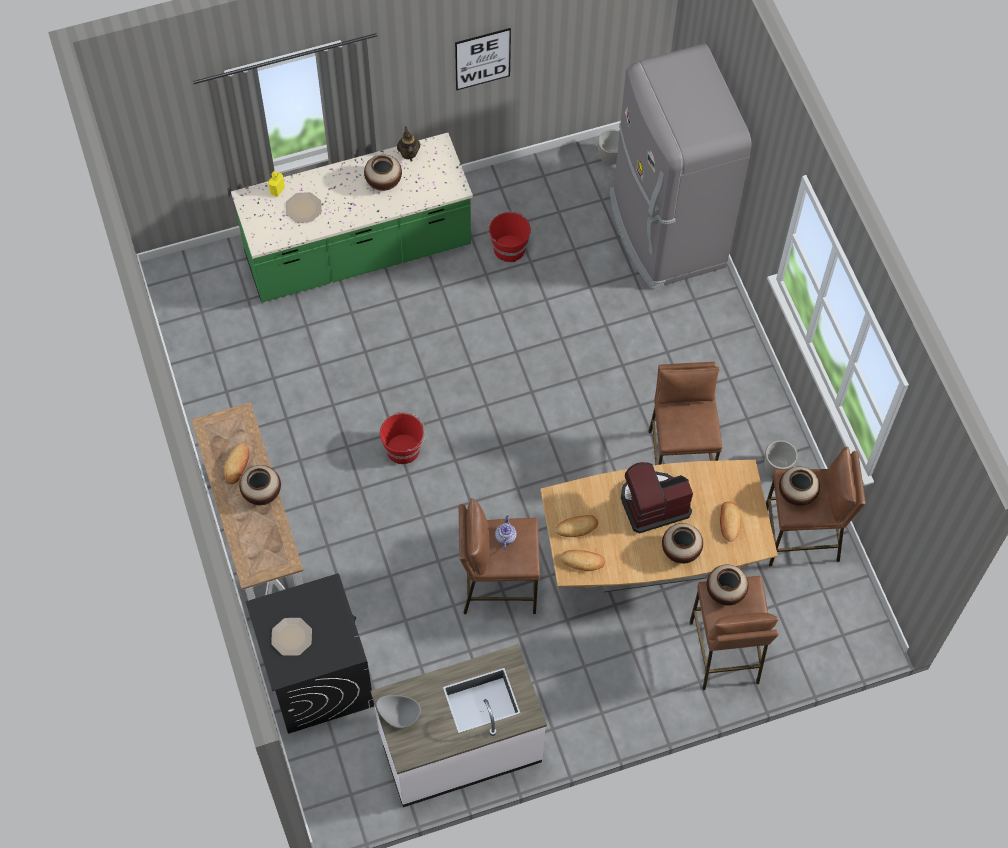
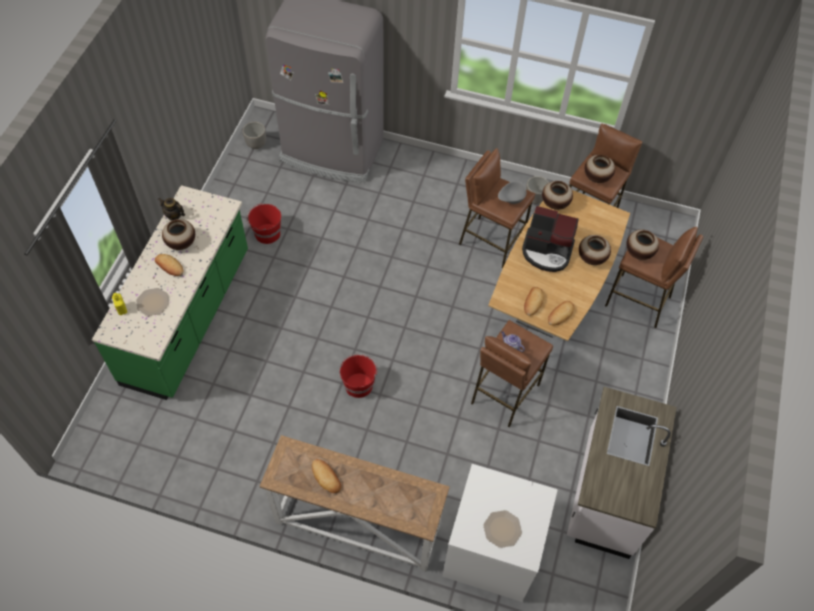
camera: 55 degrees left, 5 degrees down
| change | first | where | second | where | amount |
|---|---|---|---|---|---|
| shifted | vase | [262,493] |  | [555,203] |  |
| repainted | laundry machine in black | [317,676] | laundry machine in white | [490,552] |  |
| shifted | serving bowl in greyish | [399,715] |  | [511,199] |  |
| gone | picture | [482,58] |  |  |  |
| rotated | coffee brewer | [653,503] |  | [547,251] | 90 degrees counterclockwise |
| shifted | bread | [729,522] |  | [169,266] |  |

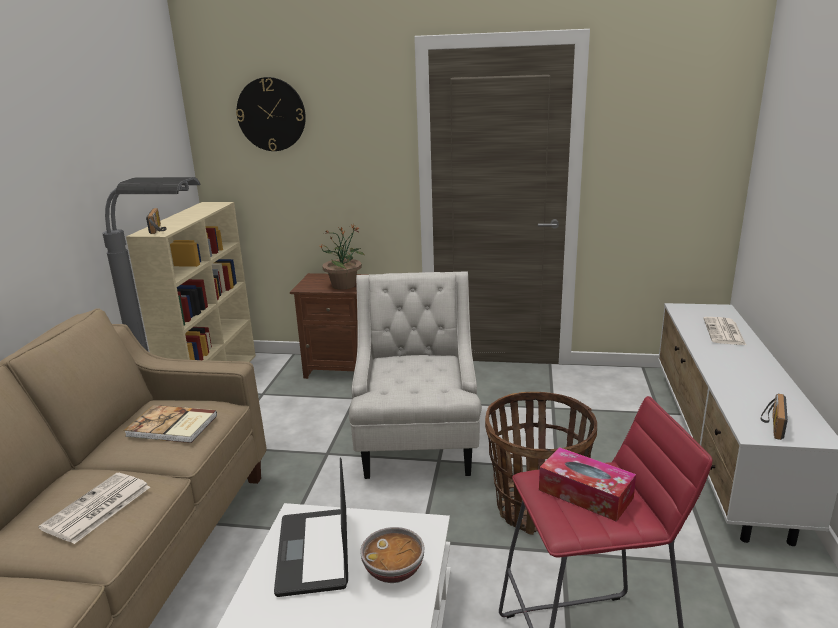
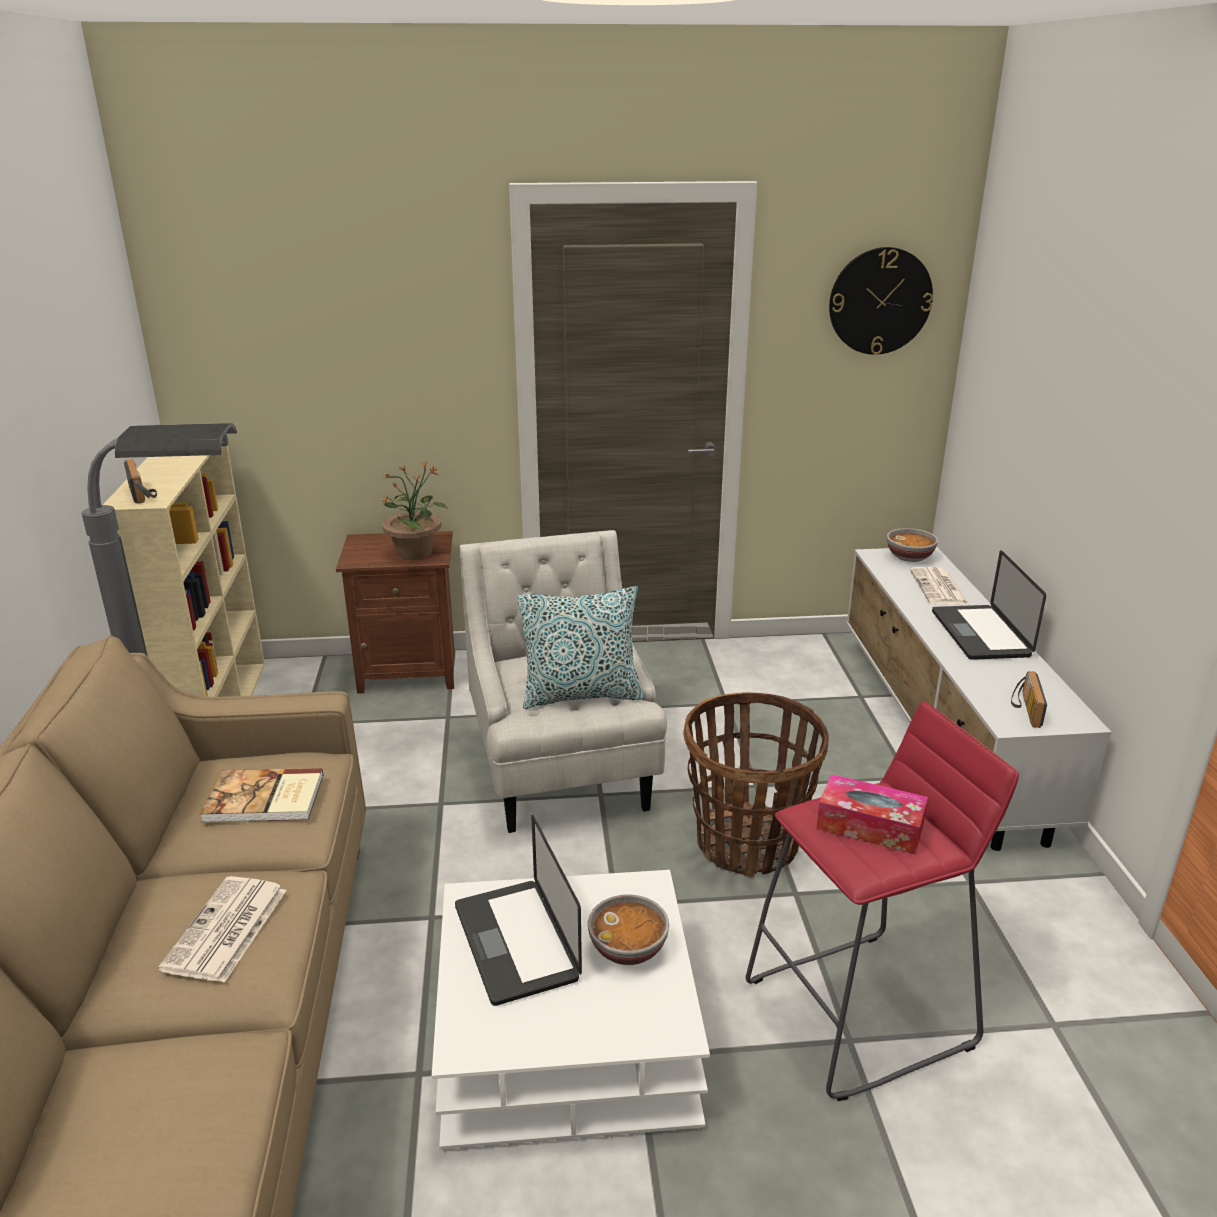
camera: 15 degrees left, 5 degrees up
| change | first | where | second | where | amount |
|---|---|---|---|---|---|
| shifted | wall clock | [271,114] |  | [880,301] |  |
| new |  |  | throw pillow | [581,695] |  |
| new |  |  | serving bowl | [910,557] |  |
| new |  |  | laptop | [980,634] |  |

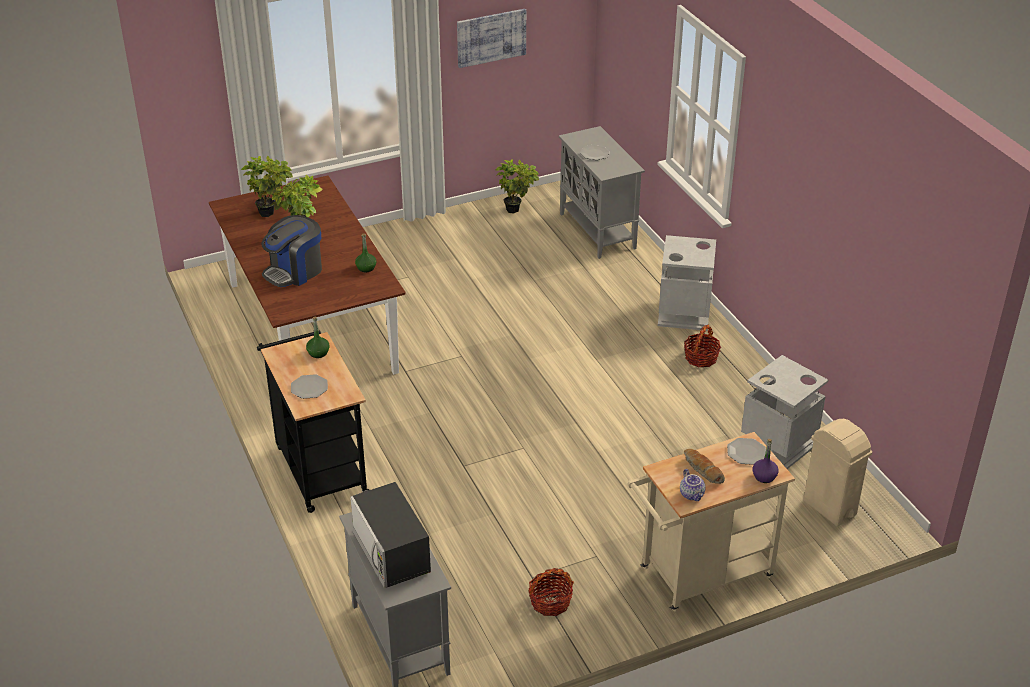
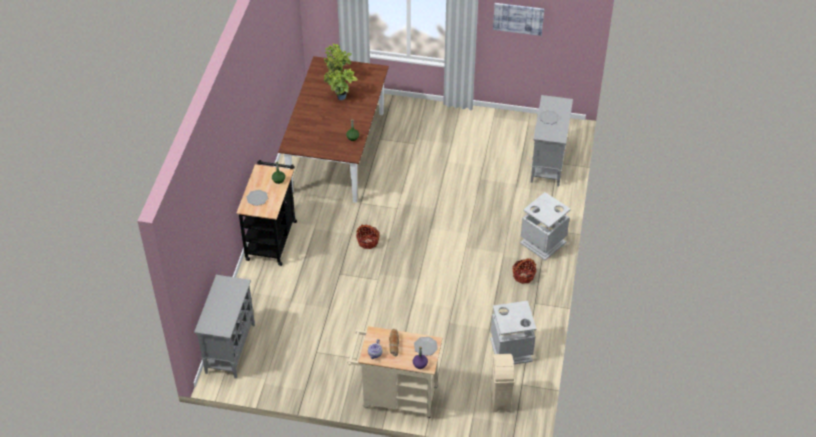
camera: 35 degrees right, 10 degrees up
| change | first | where | second | where | amount |
|---|---|---|---|---|---|
| gone | coffee brewer | [294,271] |  |  |  |
| gone | microwave oven | [392,553] |  |  |  |
| gone | potted plant | [516,210] |  |  |  |
| shifted | basket | [550,602] |  | [368,241] |  |

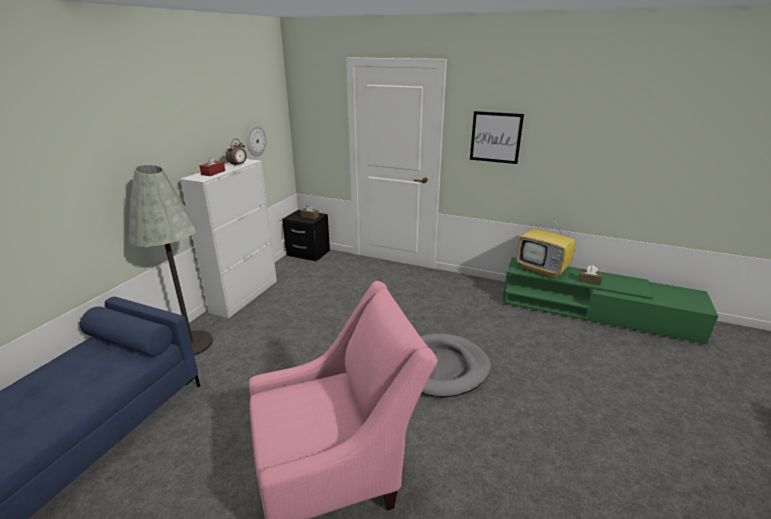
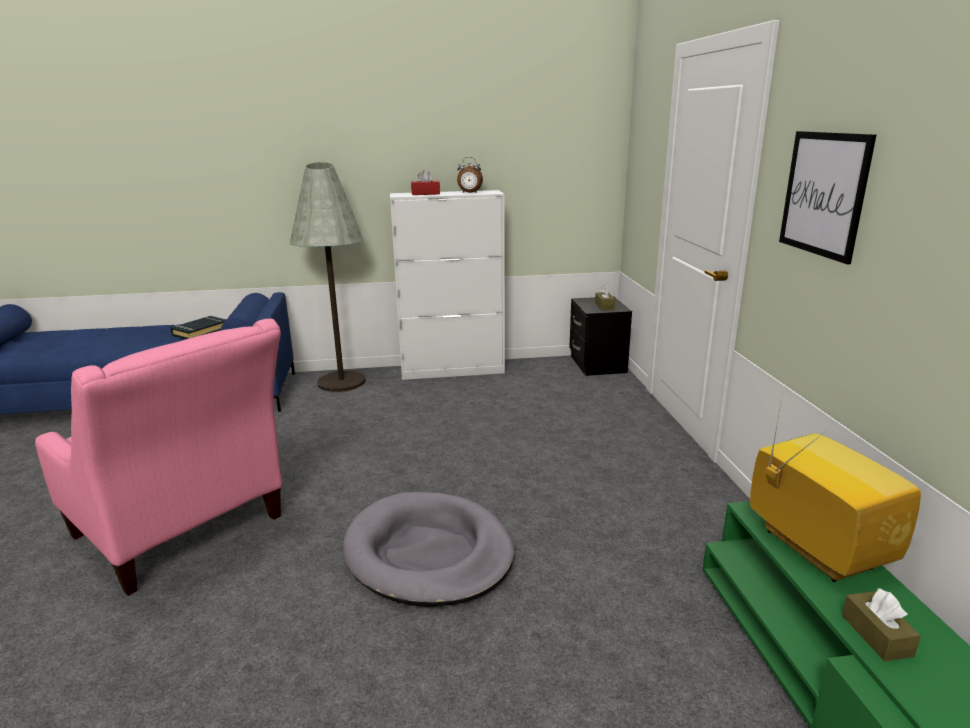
camera: 60 degrees right, 5 degrees down
| change | first | where | second | where | amount |
|---|---|---|---|---|---|
| gone | wall clock | [255,140] |  |  |  |
| rotated | TV set | [543,270] |  | [813,548] | 150 degrees clockwise |
| new |  |  | bound book in black | [200,331] |  |

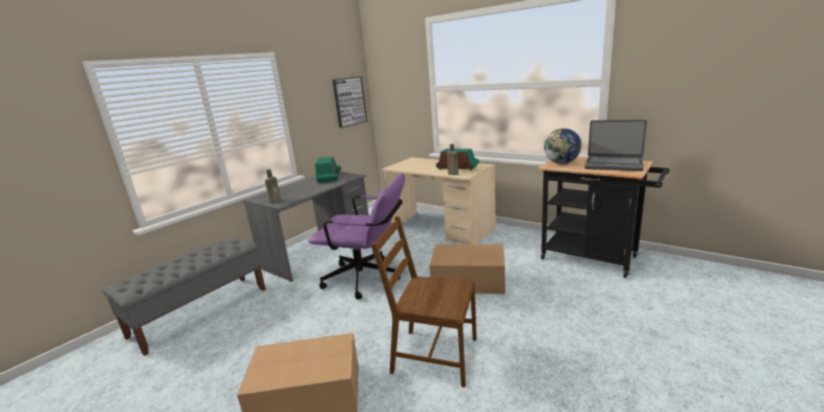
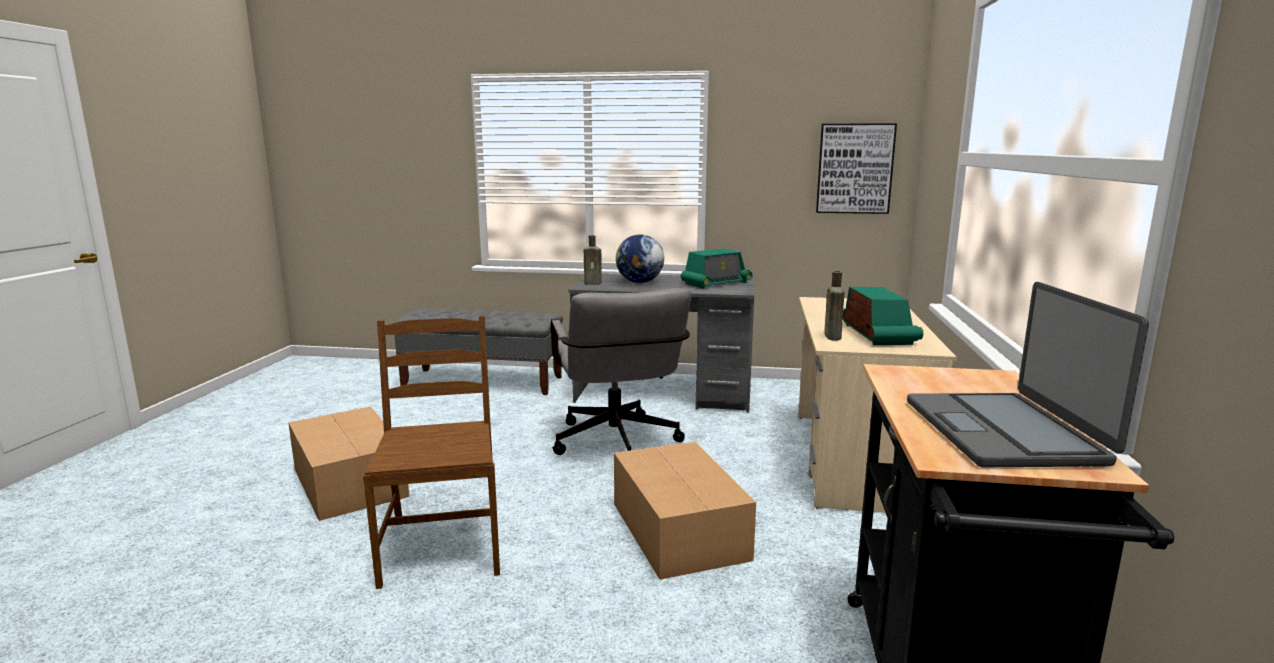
camera: 60 degrees right, 5 degrees down
| change | first | where | second | where | amount |
|---|---|---|---|---|---|
| repainted | office chair in purplish | [368,279] | office chair in greyish | [617,446] |  |
| shifted | world globe | [561,163] |  | [639,282] |  |

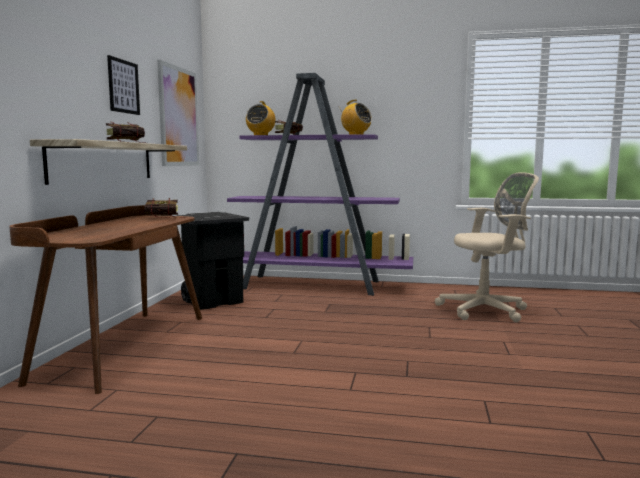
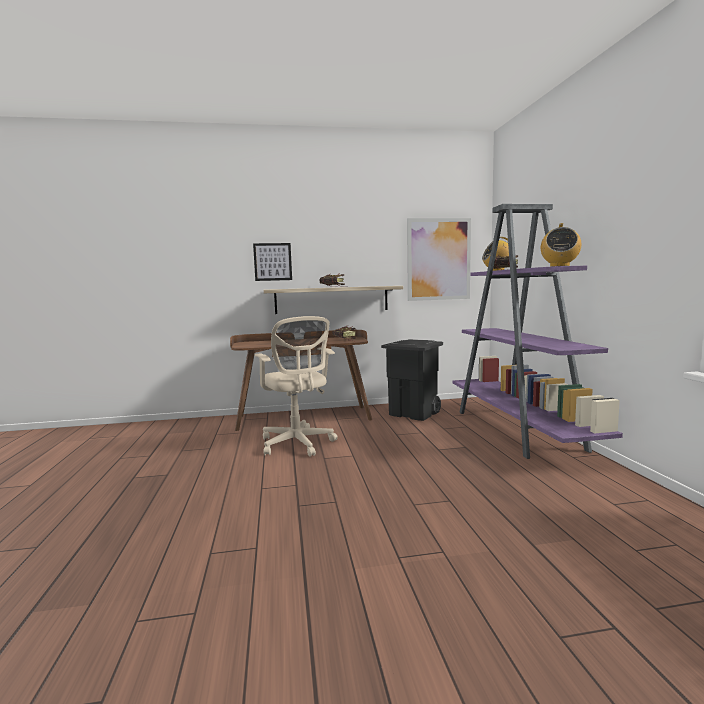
camera: 70 degrees right, 0 degrees up
| change | first | where | second | where | amount |
|---|---|---|---|---|---|
| shifted | picture | [123,86] |  | [272,262] |  |
| shifted | office chair in beige | [487,310] |  | [298,444] |  |

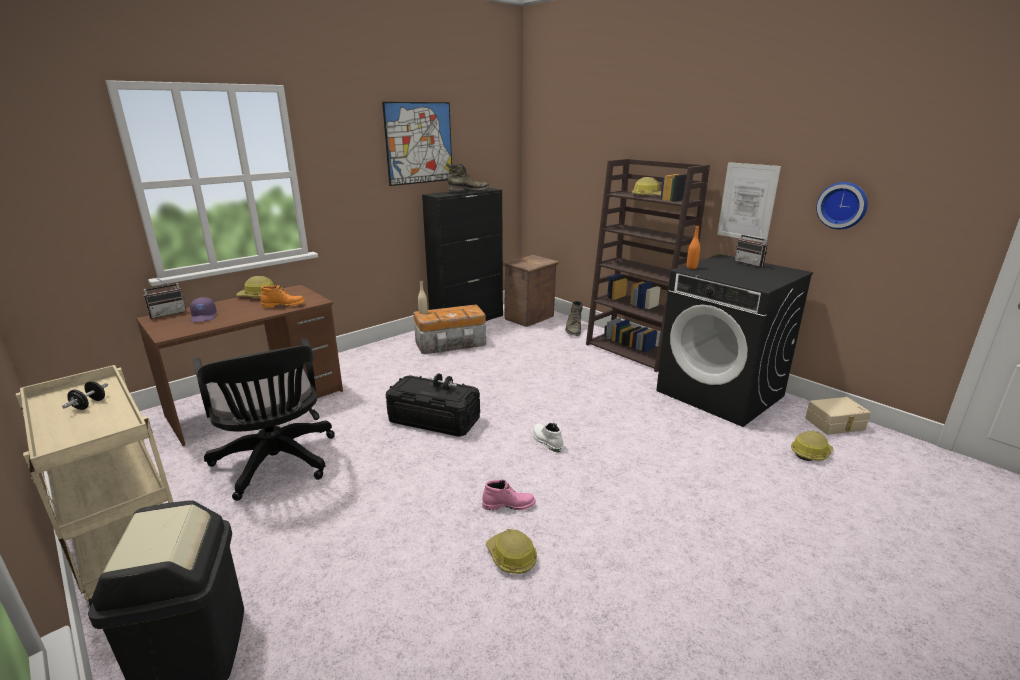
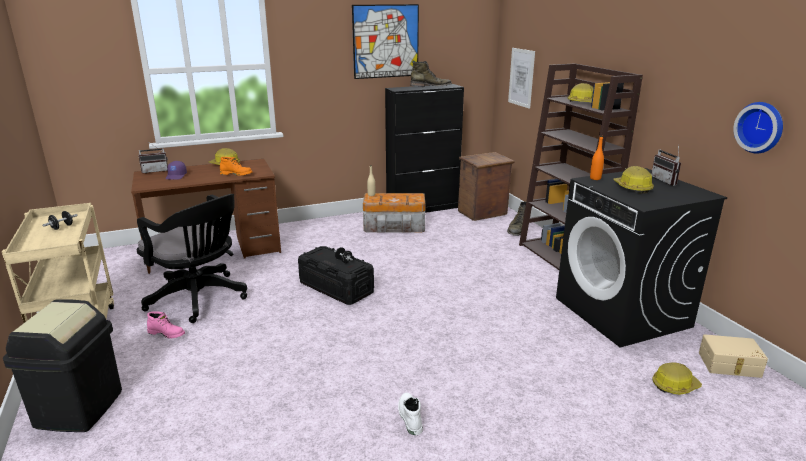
camera: 20 degrees right, 0 degrees up
| change | first | where | second | where | amount |
|---|---|---|---|---|---|
| rotated | office chair in black | [276,464] |  | [200,299] | 45 degrees counterclockwise |
| shifted | high-top boot in pink-coloured | [509,505] |  | [167,333] |  |
| shifted | work helmet | [511,557] |  | [632,188] |  |
| shifted | high-top boot in white | [546,441] |  | [409,417] |  |
| shifted | picture | [747,202] |  | [521,77] |  |

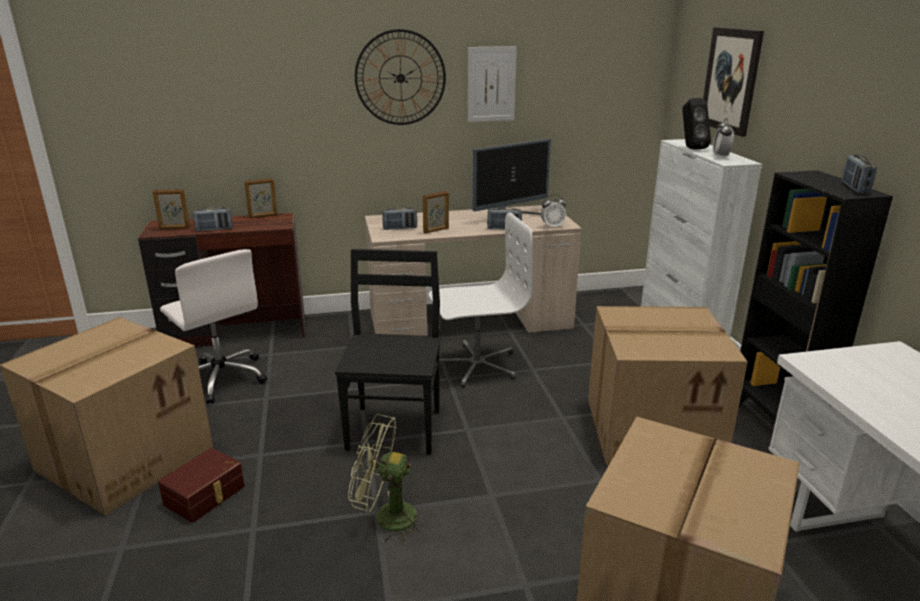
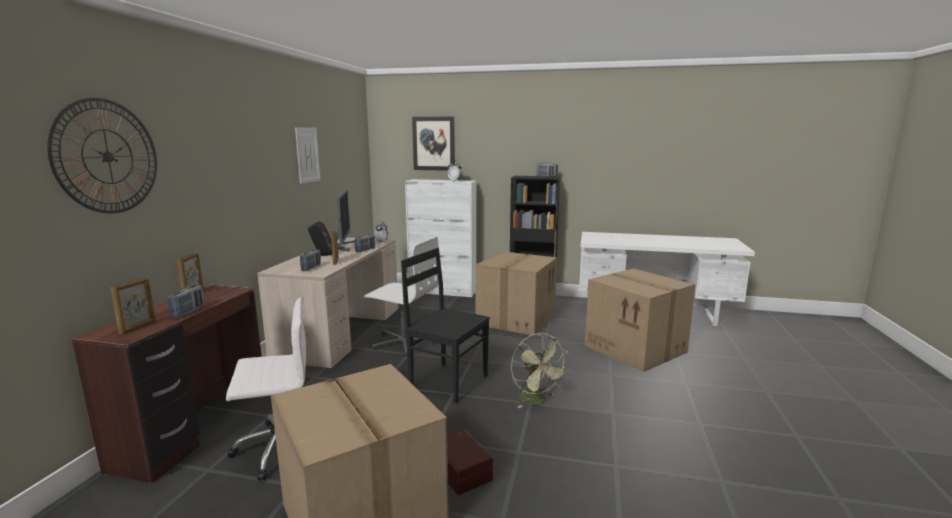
camera: 65 degrees left, 10 degrees down
| change | first | where | second | where | amount |
|---|---|---|---|---|---|
| rotated | fan in greenish | [386,517] |  | [537,401] | 60 degrees counterclockwise |
| shifted | wall clock | [400,78] |  | [107,156] |  |
| rotated | office chair in white | [476,365] |  | [403,342] | 105 degrees clockwise |
| shifted | speaker in black | [690,148] |  | [322,255] |  |

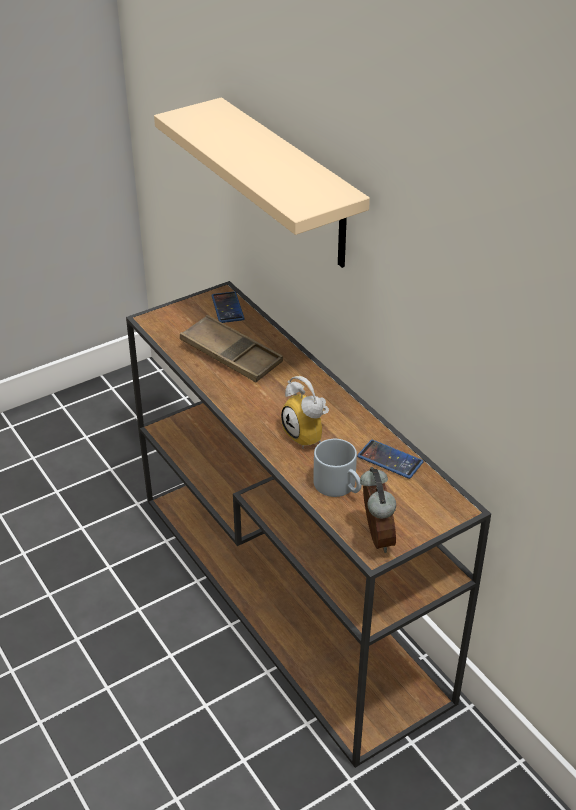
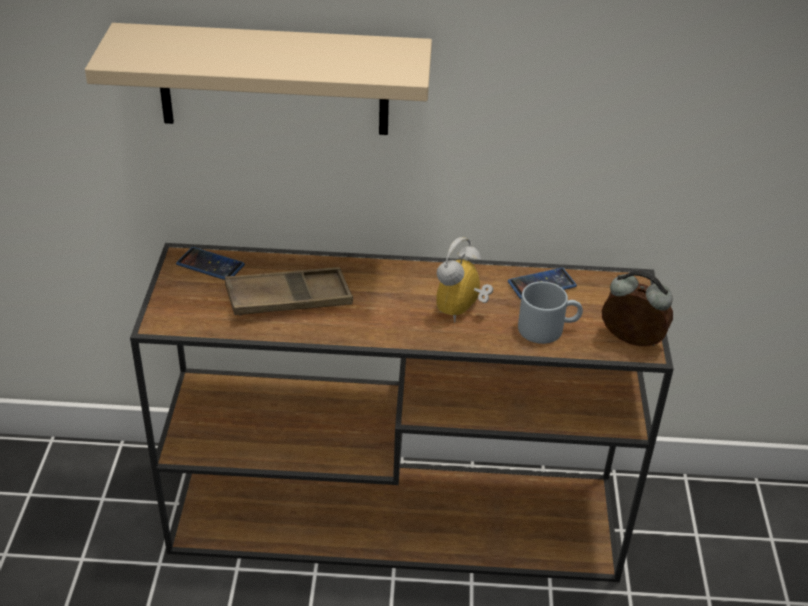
camera: 55 degrees left, 0 degrees up
| change | first | where | second | where | amount |
|---|---|---|---|---|---|
| rotated | alarm clock | [309,435] |  | [462,311] | 120 degrees clockwise |

